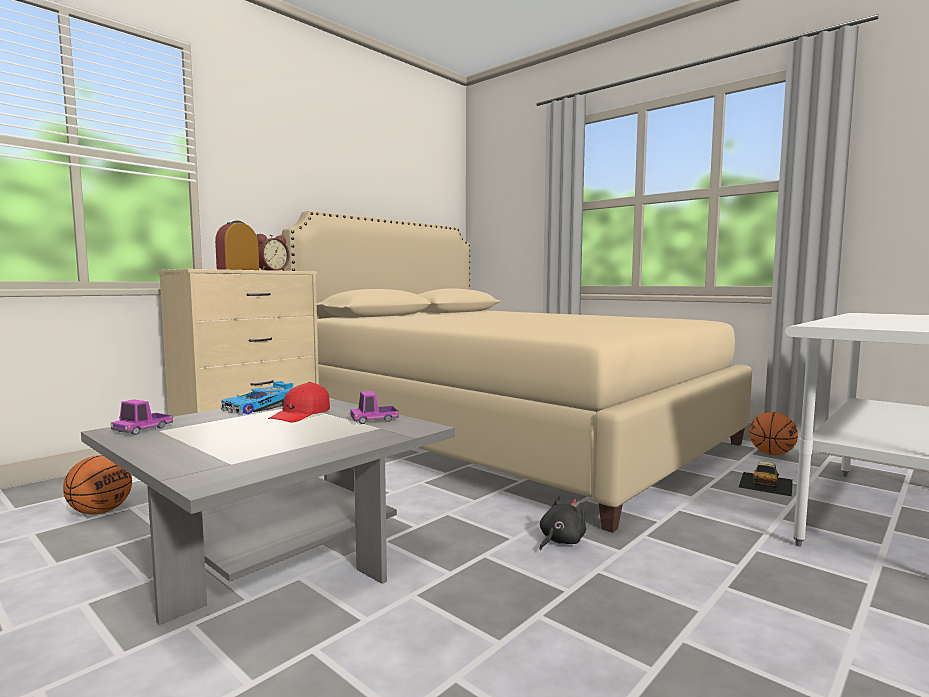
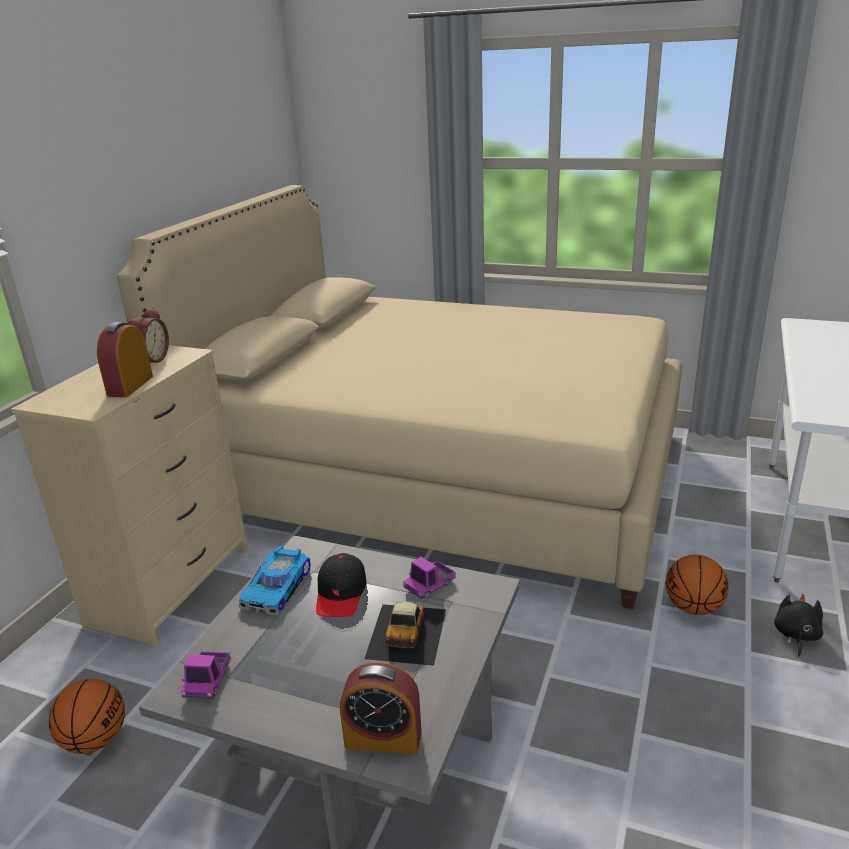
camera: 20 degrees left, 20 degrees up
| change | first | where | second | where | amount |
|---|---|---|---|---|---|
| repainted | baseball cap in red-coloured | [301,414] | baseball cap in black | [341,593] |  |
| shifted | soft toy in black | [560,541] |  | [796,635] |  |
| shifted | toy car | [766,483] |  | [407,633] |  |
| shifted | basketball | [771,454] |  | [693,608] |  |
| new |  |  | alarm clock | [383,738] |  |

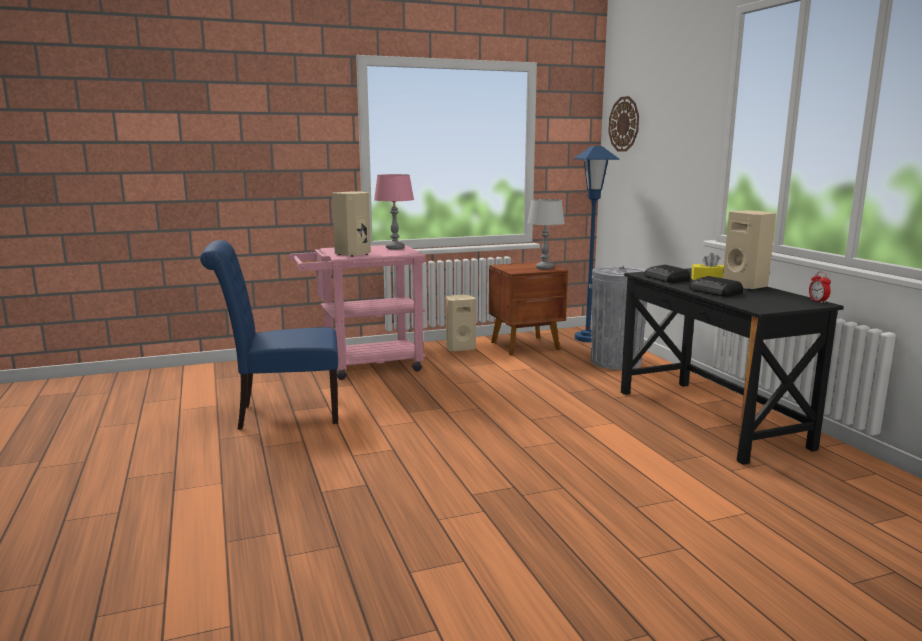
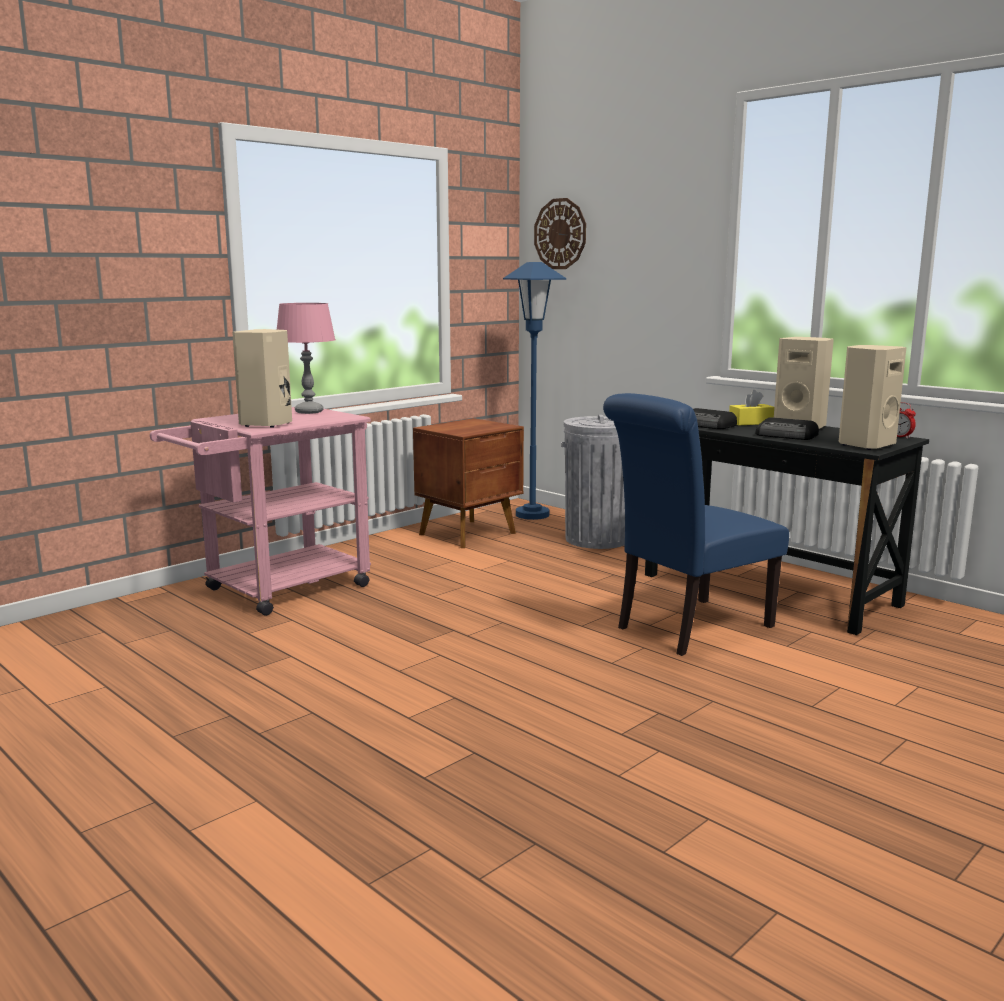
camera: 25 degrees left, 0 degrees up
| change | first | where | second | where | amount |
|---|---|---|---|---|---|
| shifted | plain chair in bluish | [281,414] |  | [687,628] |  |
| shifted | speaker in beige | [459,348] |  | [864,445] |  |
| gone | table lamp in greyish | [544,268] |  |  |  |

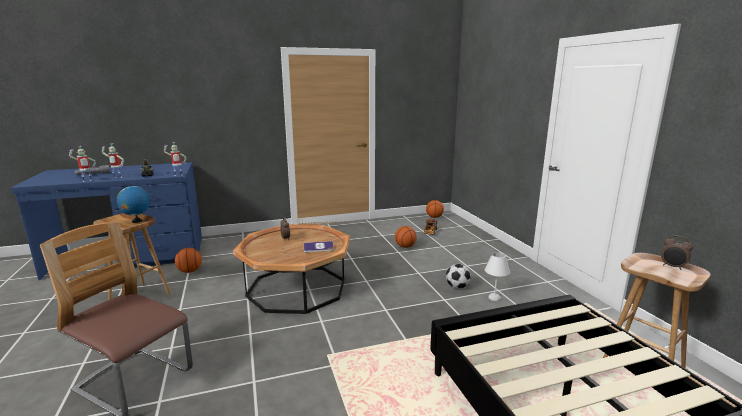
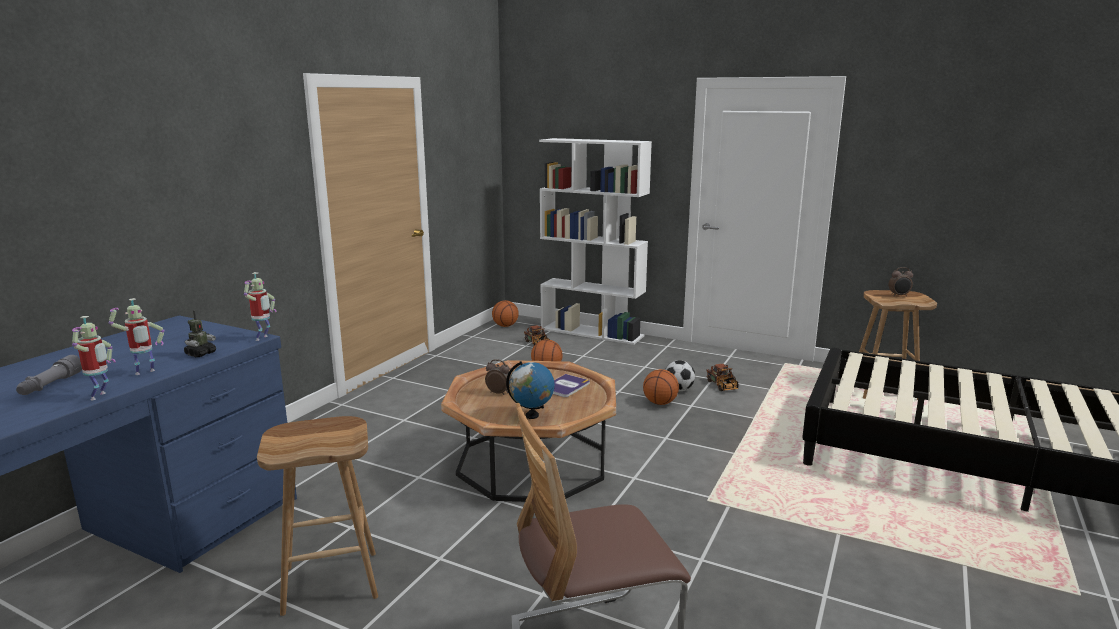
camera: 45 degrees left, 0 degrees up
| change | first | where | second | where | amount |
|---|---|---|---|---|---|
| shifted | world globe | [137,221] |  | [532,415] |  |
| shifted | basketball | [190,271] |  | [660,403] |  |
| swapped | table lamp in white | [494,298] | toy lorry | [723,387] |  |
| new |  |  | bookcase in white | [592,332] |  |

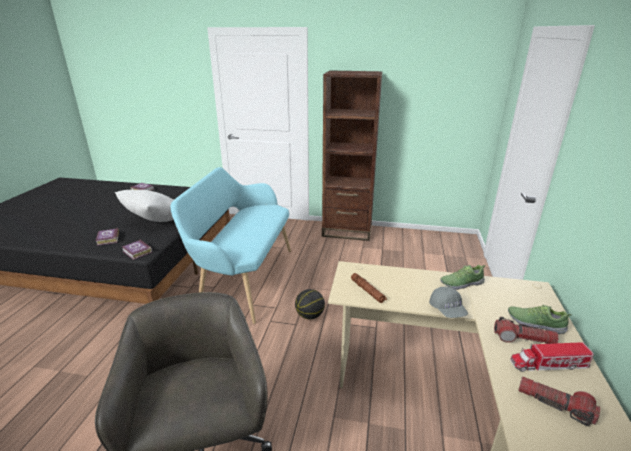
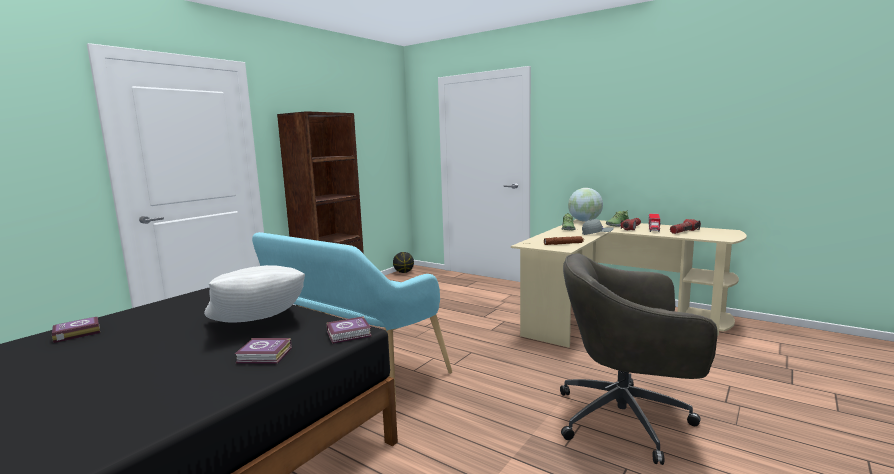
camera: 65 degrees left, 15 degrees down
| change | first | where | second | where | amount |
|---|---|---|---|---|---|
| shifted | basketball | [310,315] |  | [404,272] |  |
| new |  |  | world globe | [584,221] |  |

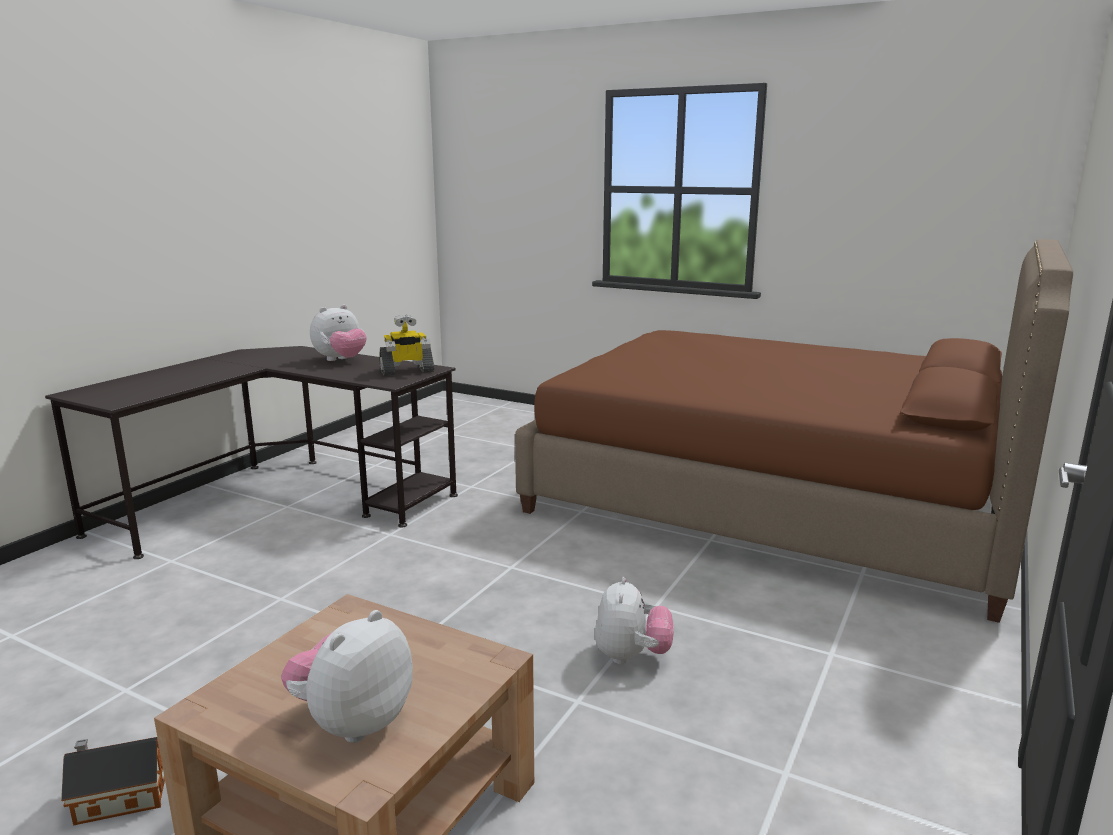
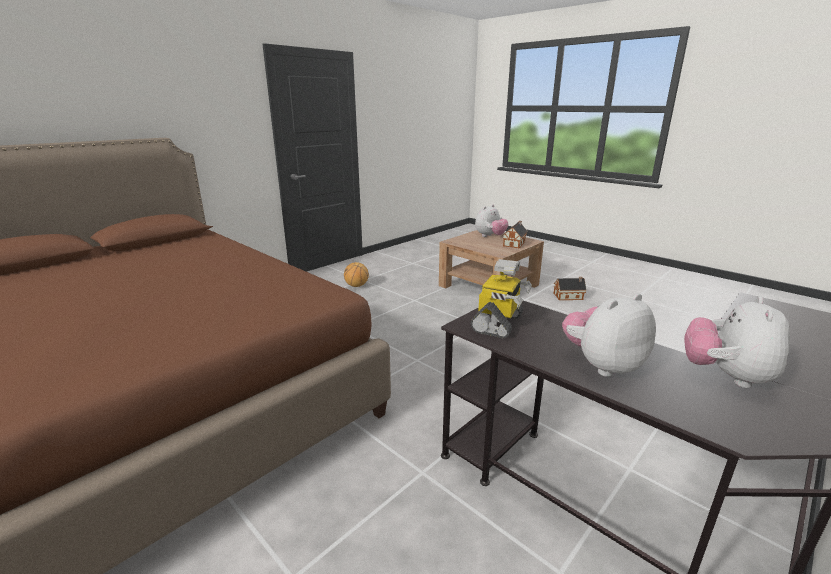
camera: 165 degrees left, 5 degrees up
| change | first | where | second | where | amount |
|---|---|---|---|---|---|
| rotated | toy robot | [406,371] |  | [498,323] | 120 degrees clockwise |
| shifted | soft toy | [631,656] |  | [726,376] |  |
| new |  |  | basketball | [356,286] |  |
| new |  |  | model house | [514,243] |  |

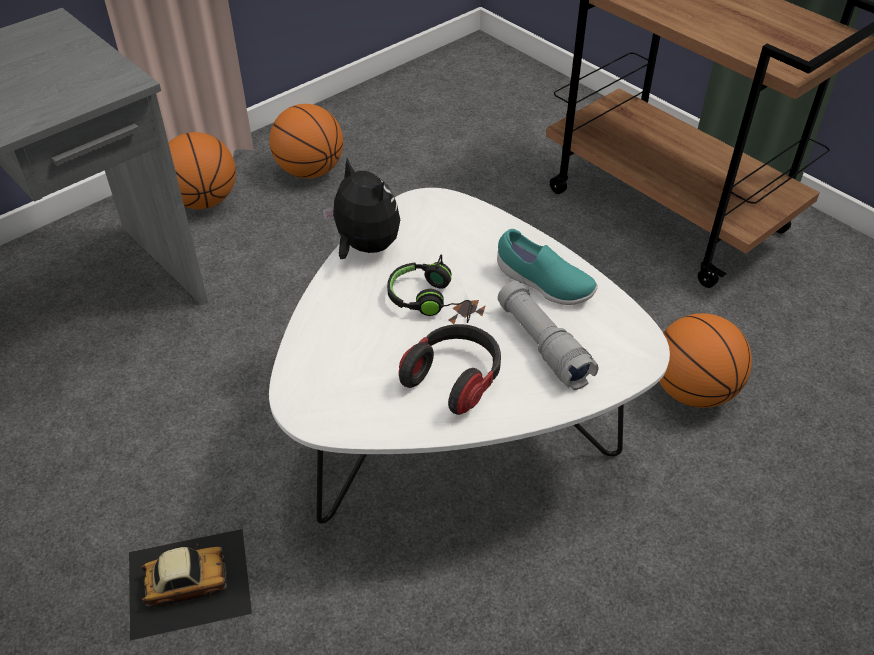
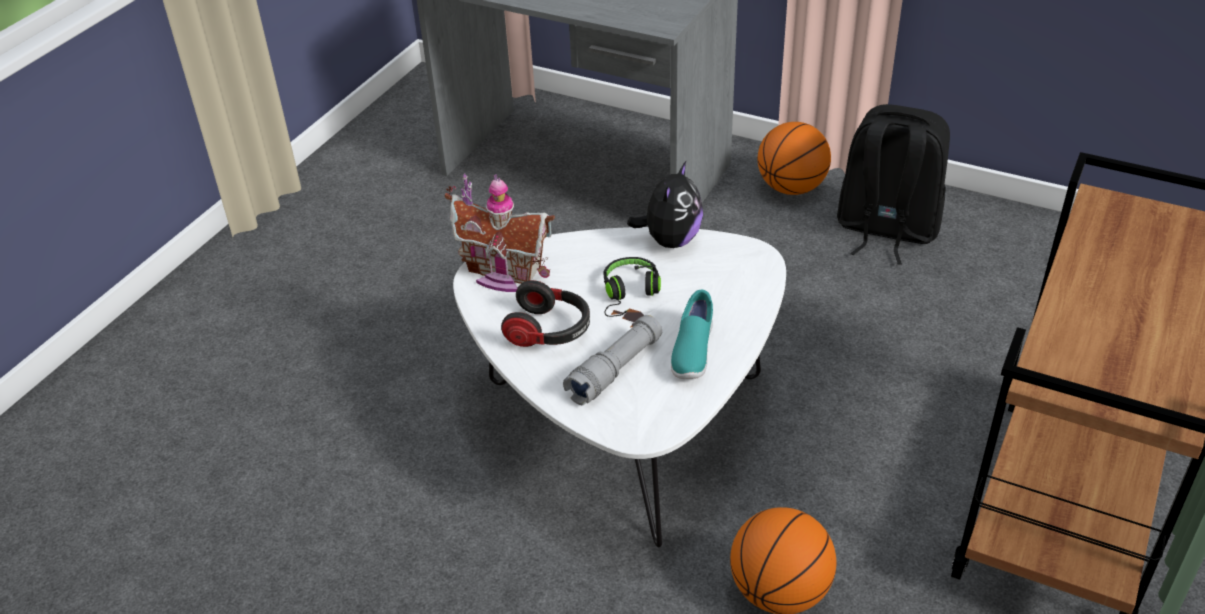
camera: 70 degrees right, 5 degrees down
| change | first | where | second | where | amount |
|---|---|---|---|---|---|
| gone | toy car | [188,581] |  |  |  |
| swapped | basketball | [310,171] | backpack in black | [885,230] |  |
| new |  |  | model house | [503,274] |  |

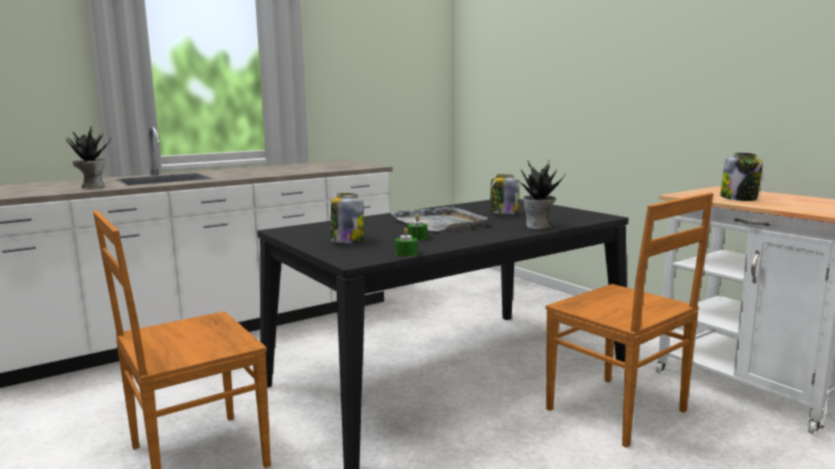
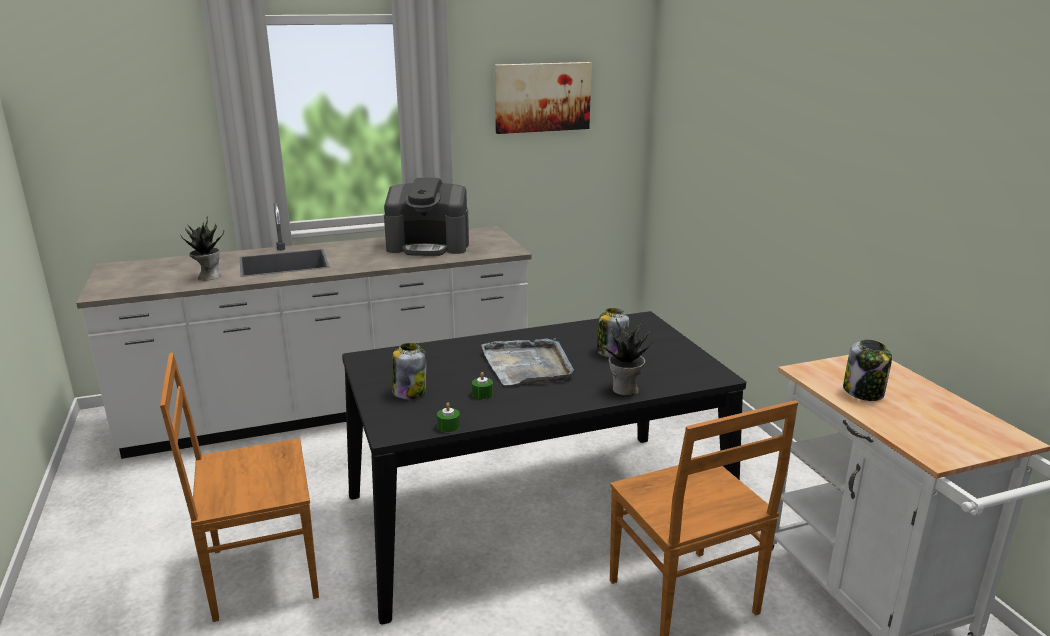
camera: 15 degrees right, 10 degrees up
| change | first | where | second | where | amount |
|---|---|---|---|---|---|
| new |  |  | coffee brewer | [429,246] |  |
| new |  |  | picture | [542,97] |  |

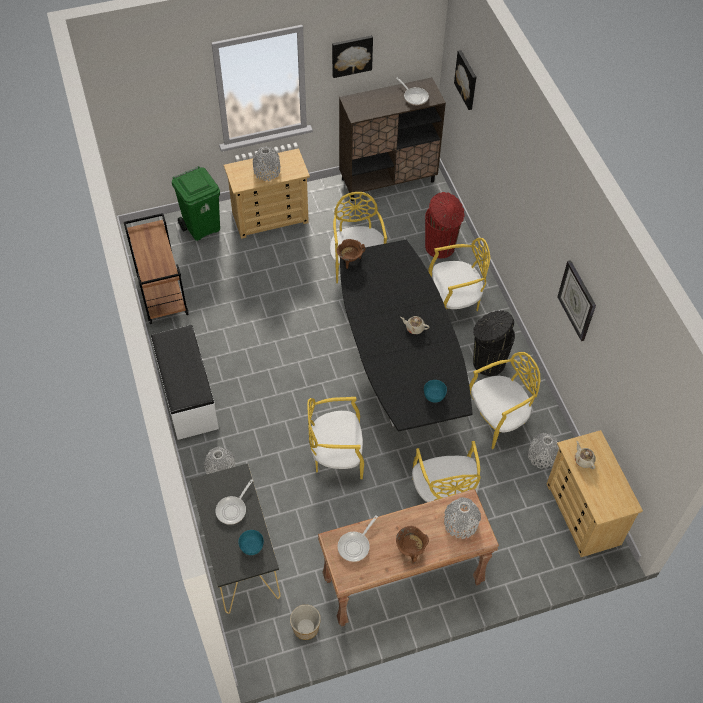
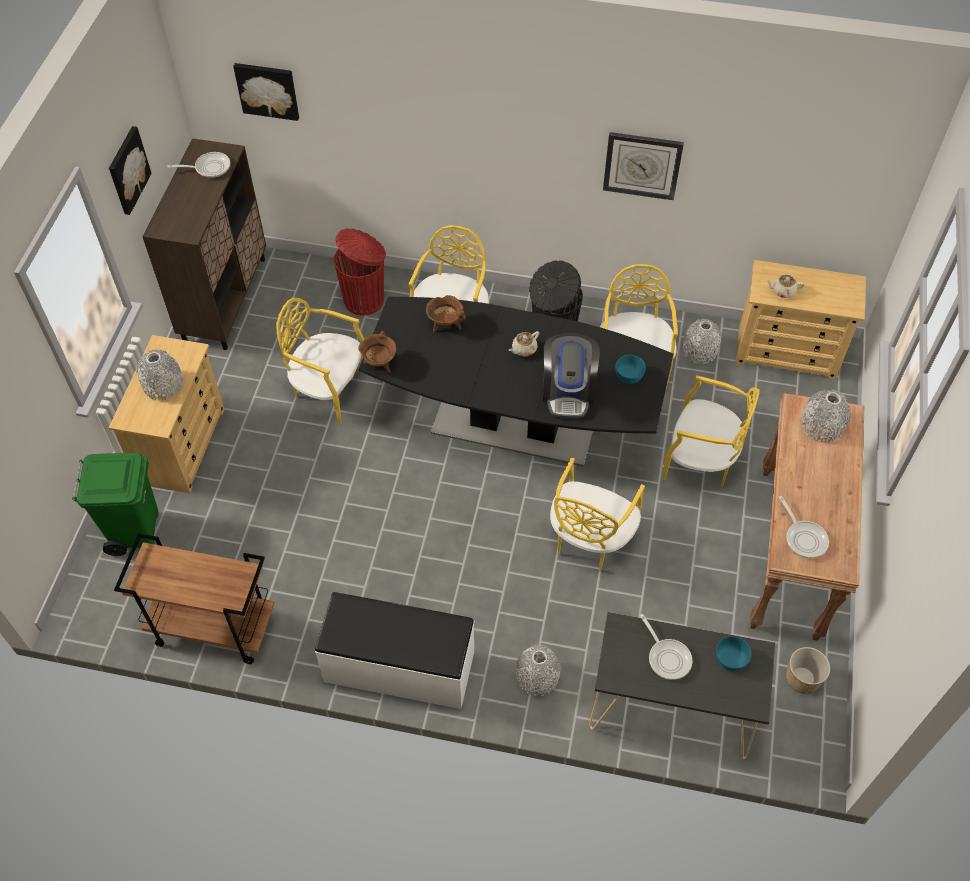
camera: 60 degrees left, 0 degrees up
| change | first | where | second | where | amount |
|---|---|---|---|---|---|
| shifted | saucepot in brown | [410,550] |  | [445,325] |  |
| new |  |  | coffee brewer | [568,391] |  |

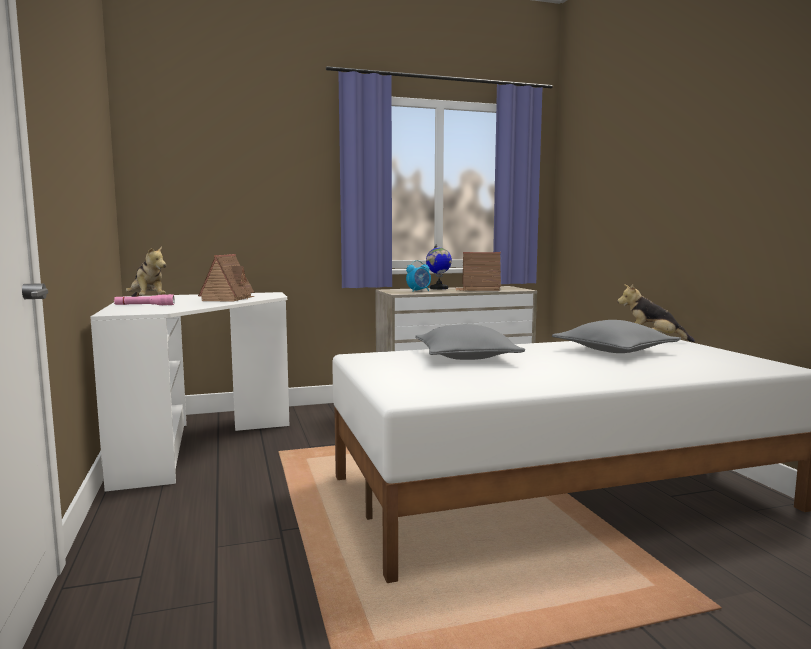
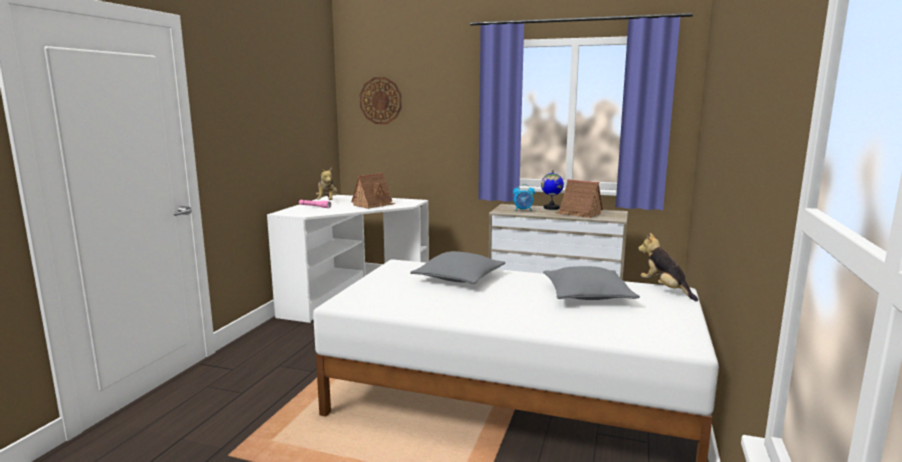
camera: 35 degrees right, 5 degrees up
| change | first | where | second | where | amount |
|---|---|---|---|---|---|
| new |  |  | wall clock | [380,100] |  |

